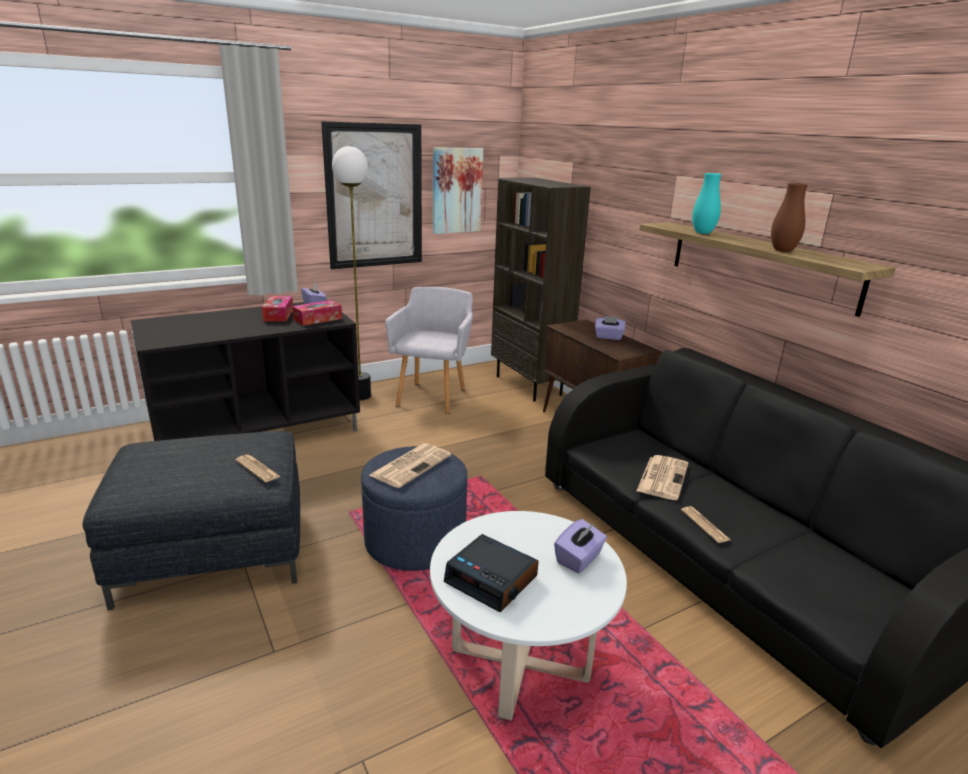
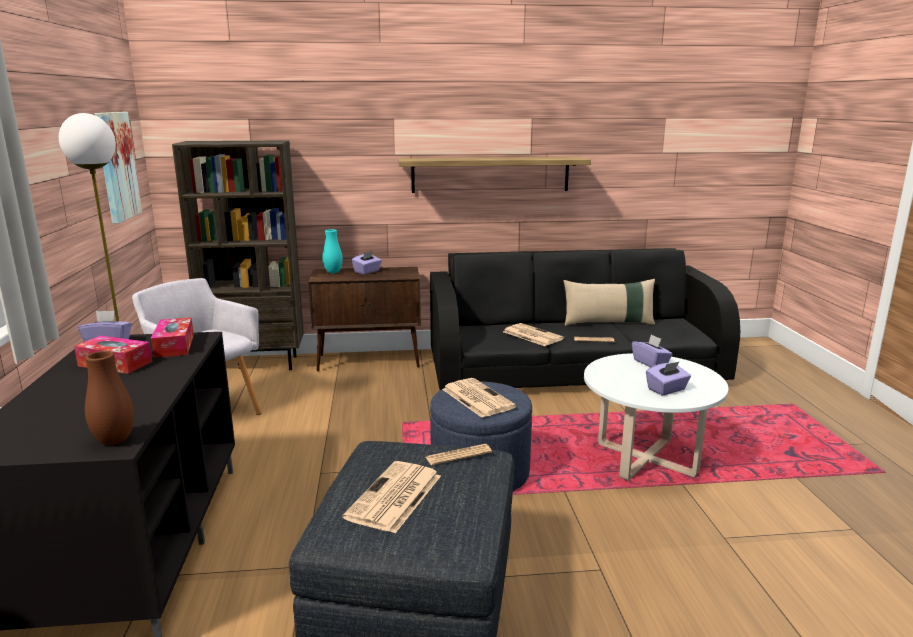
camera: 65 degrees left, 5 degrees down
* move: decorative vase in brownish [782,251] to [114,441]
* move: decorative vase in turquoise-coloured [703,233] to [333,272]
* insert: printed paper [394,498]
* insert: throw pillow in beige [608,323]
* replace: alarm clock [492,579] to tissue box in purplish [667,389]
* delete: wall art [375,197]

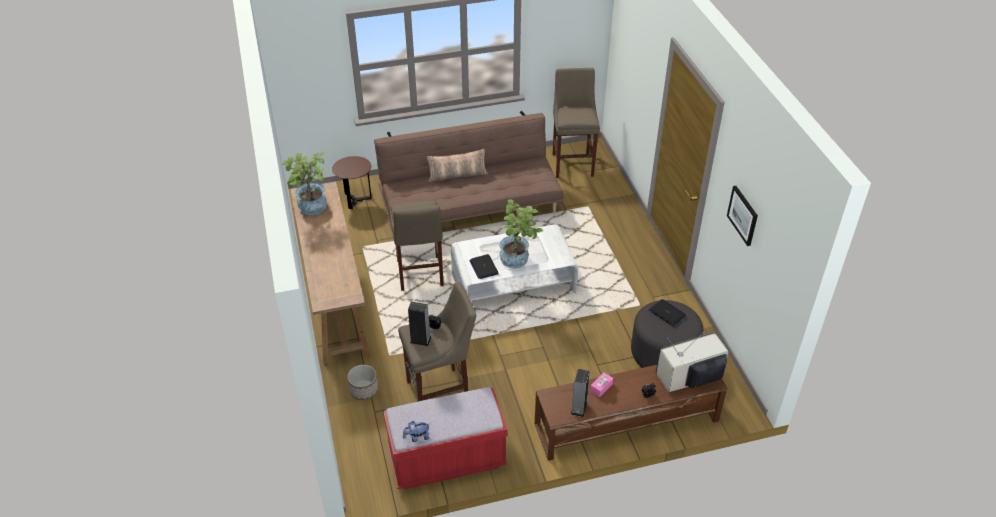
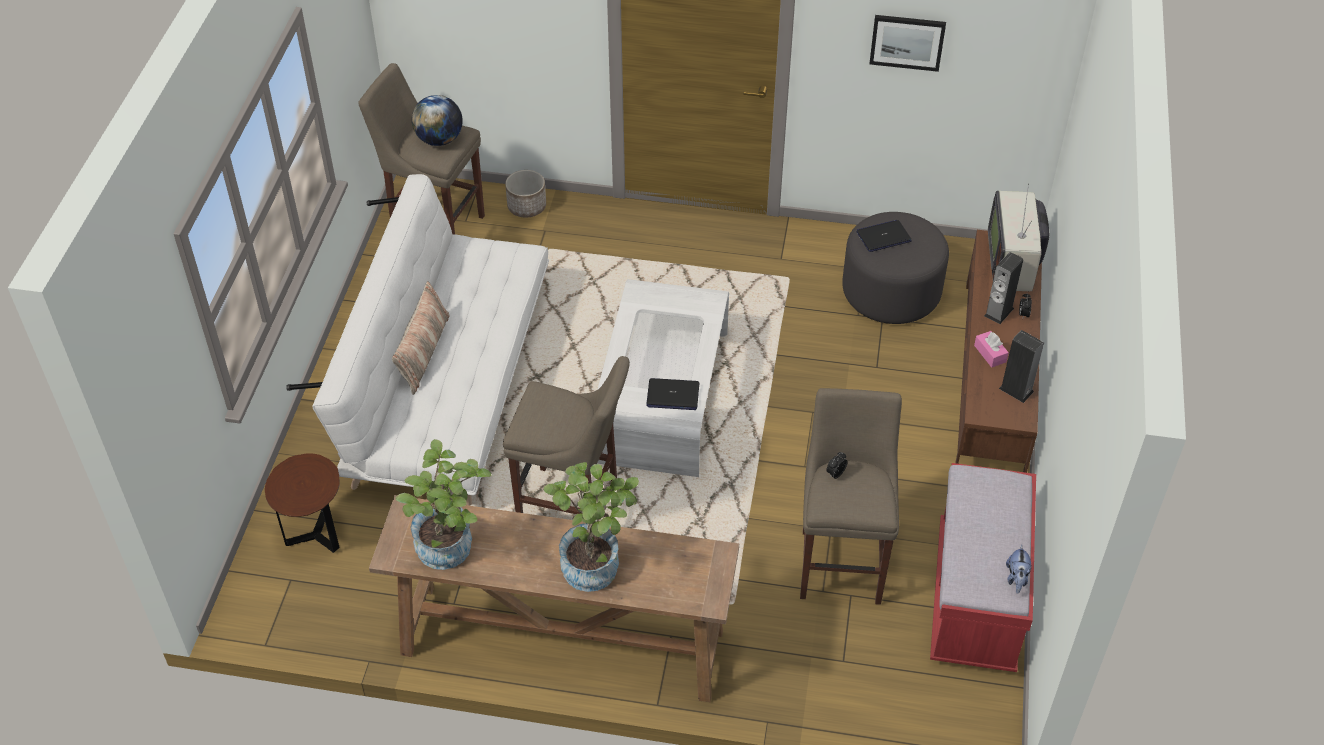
camera: 65 degrees left, 5 degrees up
* recolor: couch in brownish [470,206] to couch in whitish [448,385]
* insert: world globe [439,140]
* move: plant pot [363,390] to [526,207]
* move: houseplant [518,259] to [596,563]
* move: audio speaker [420,340] to [998,312]

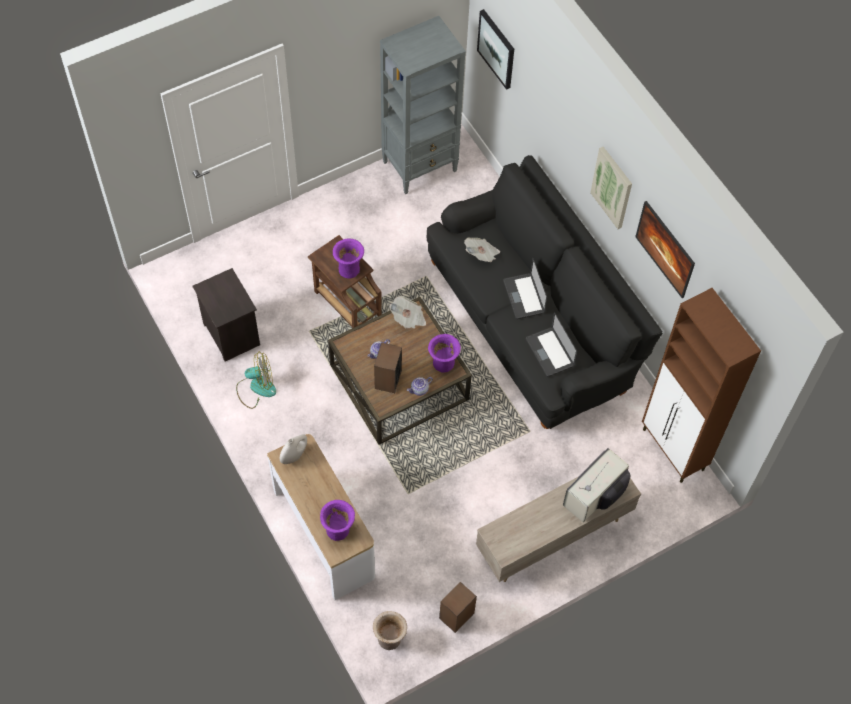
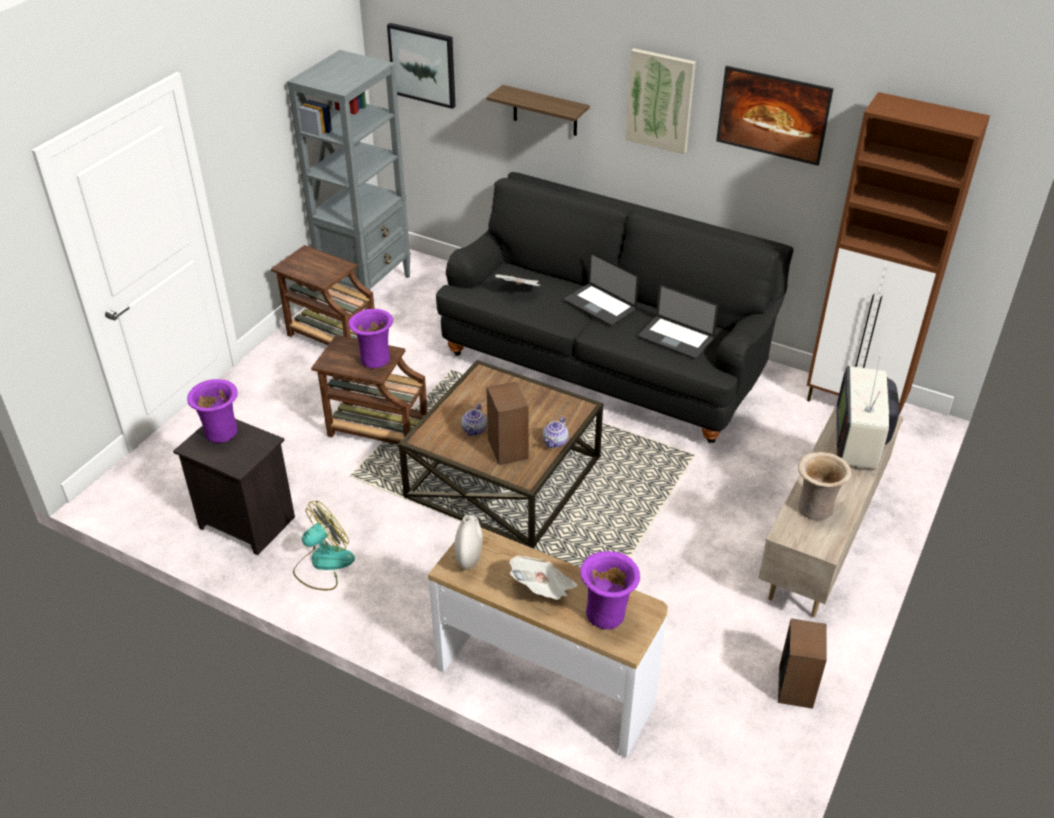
camera: 30 degrees left, 20 degrees down
* move: decorative vase in purplish [443,364] to [222,434]
* insert: accent table in brownish [330,336]
* insert: shelf [545,111]
* move: printed paper [408,318] to [543,589]
* move: decorative vase in beige [390,638] to [814,507]

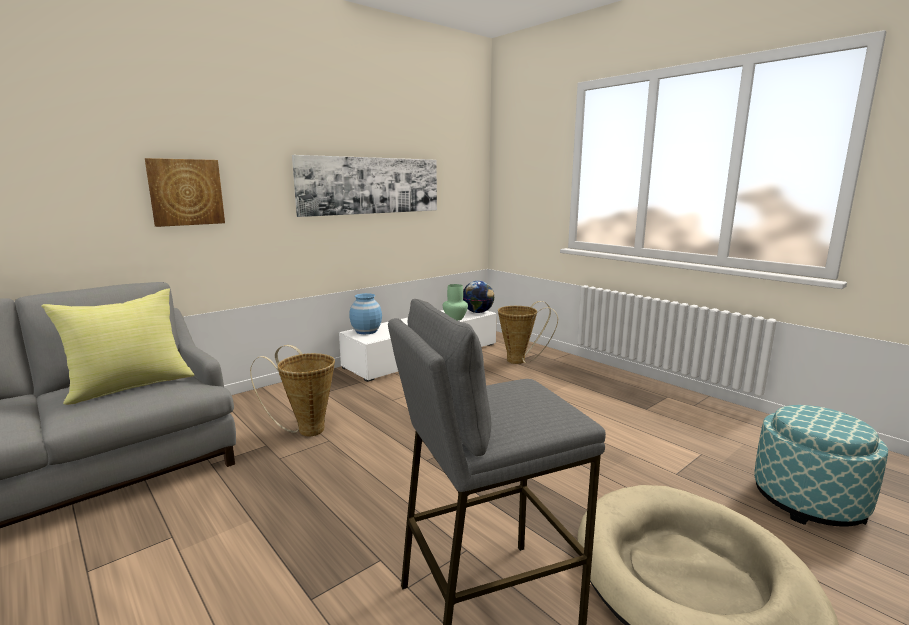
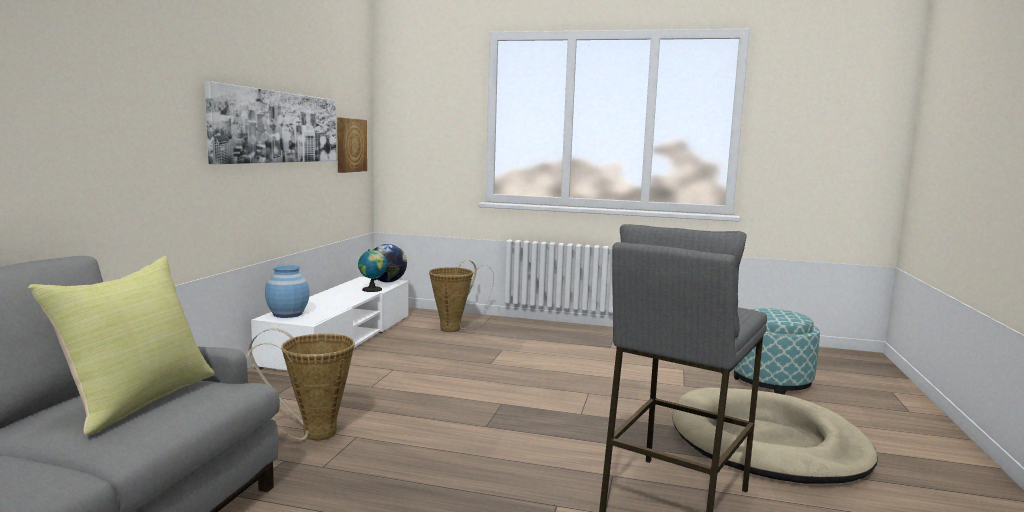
camera: 35 degrees left, 5 degrees down
* move: wall art [186,192] to [350,145]
* replace: decorative vase in greenish [455,318] to world globe [373,290]

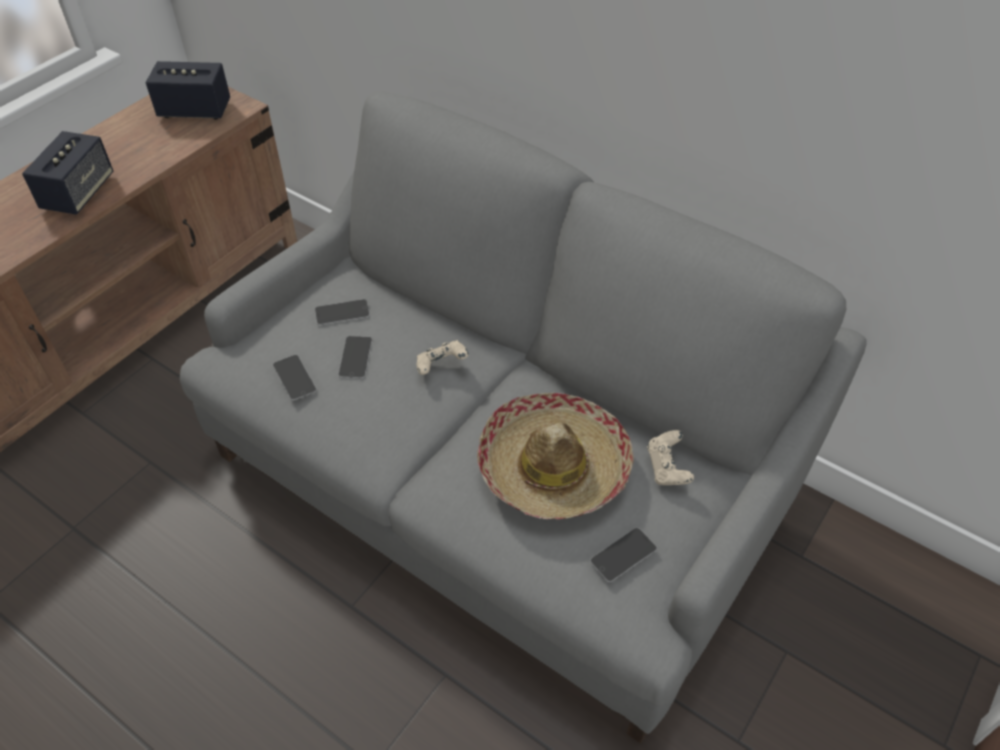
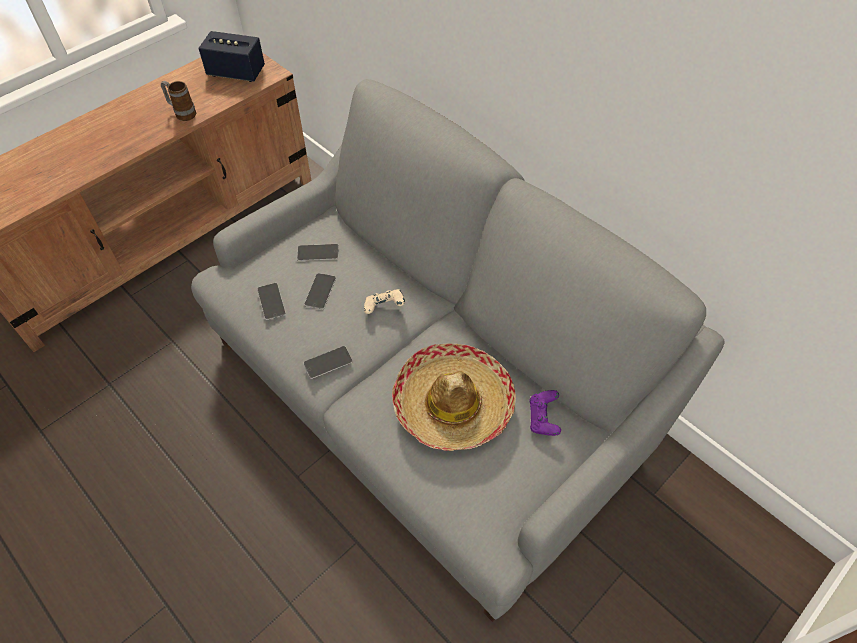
camera: 10 degrees right, 5 degrees up
* insert: tea mug [182,113]
* move: handset [623,555] to [328,362]
* recolor: joypad in beige [667,468] to joypad in purplish [543,419]
* delete: audio speaker [78,193]

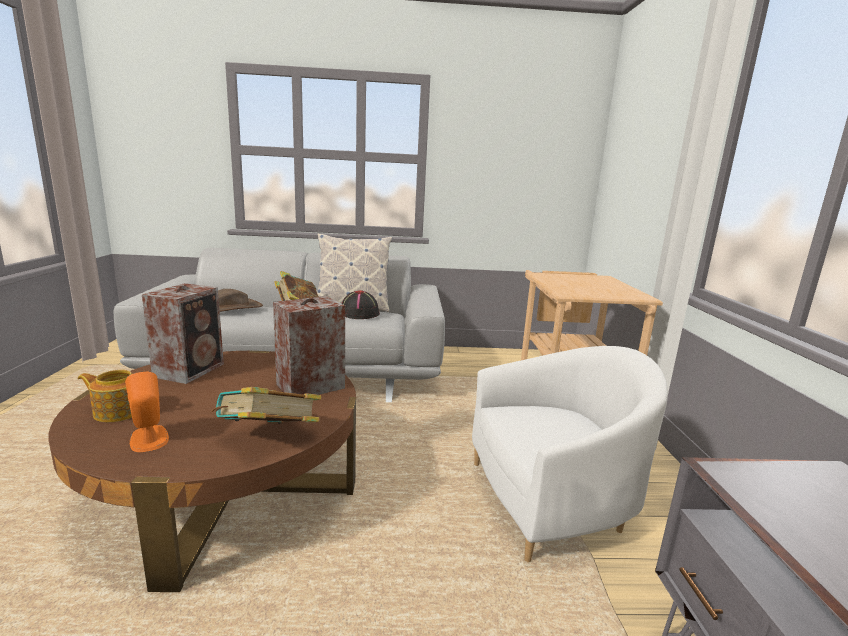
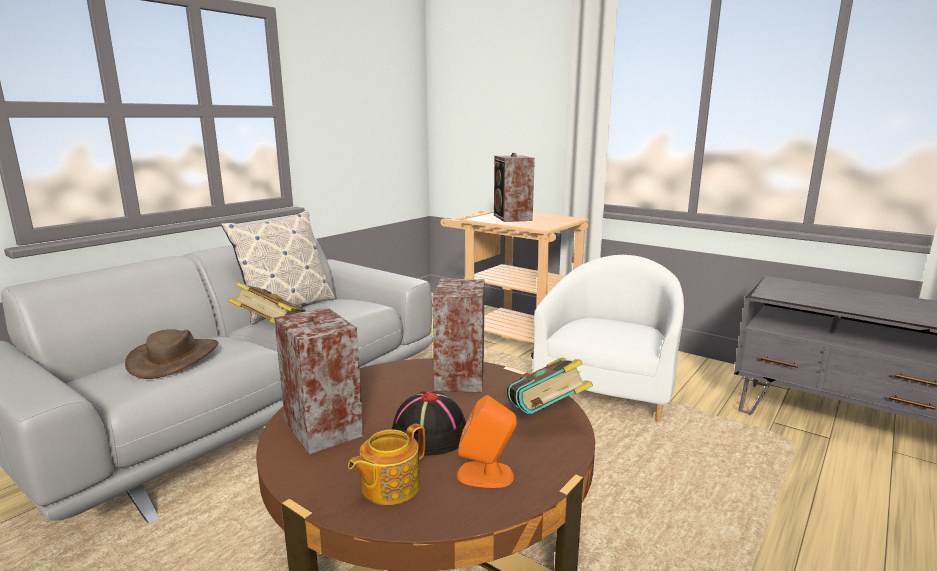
camera: 50 degrees left, 0 degrees up
* move: clothing hat in black [359,313] to [428,434]
* insert: audio speaker [512,218]

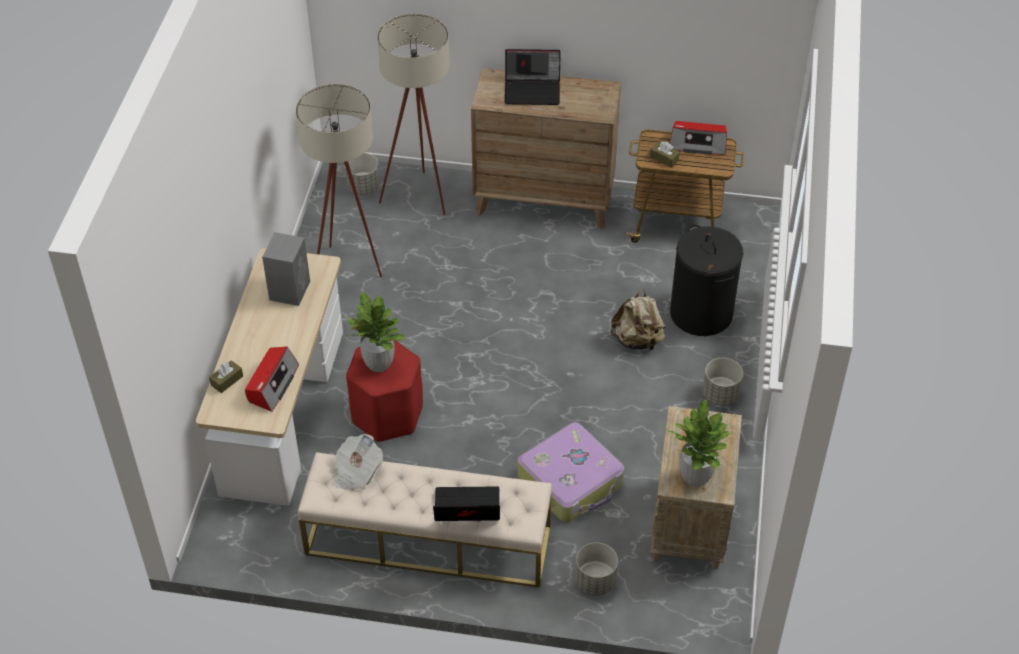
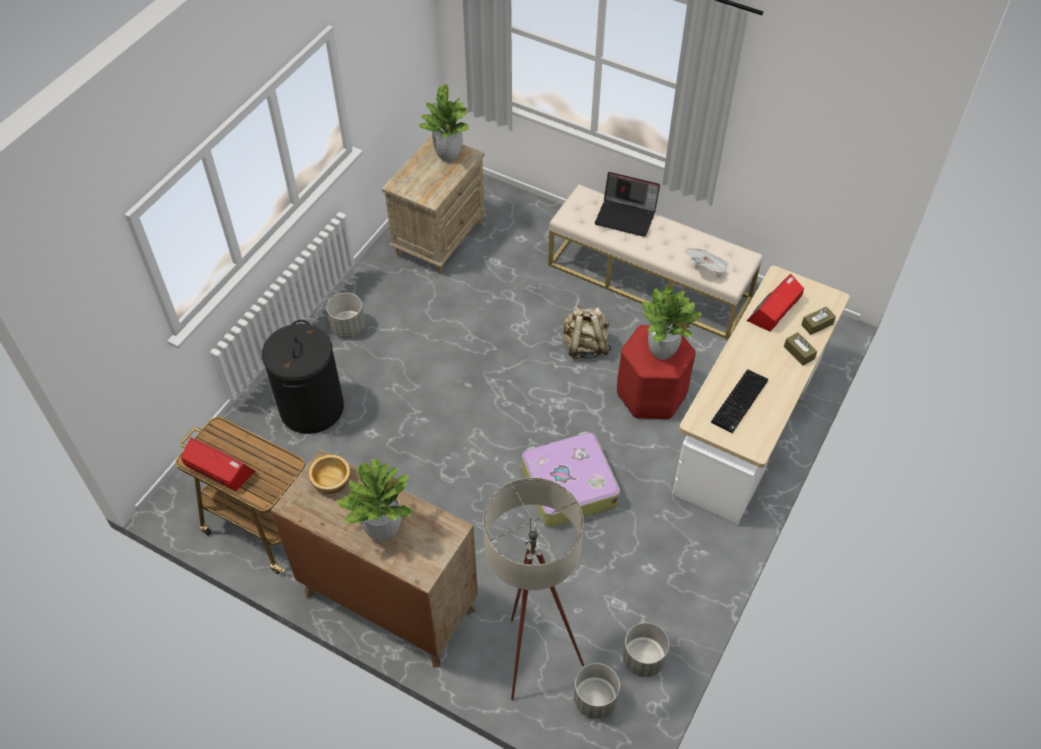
camera: 160 degrees left, 5 degrees up
* insert: bowl [332,481]
* replace: portable computer [533,90] to houseplant [383,530]
* move: suitcase [571,481] to [568,486]
* move: knapsack in beige [638,340] to [585,346]
* move: plant pot in gray [595,581] to [643,659]
* replace: audio speaker in gray [290,290] to keyboard [740,402]
* move: tissue box in brownish [664,159] to [799,352]
* delete: standing lamp in beige [349,273]

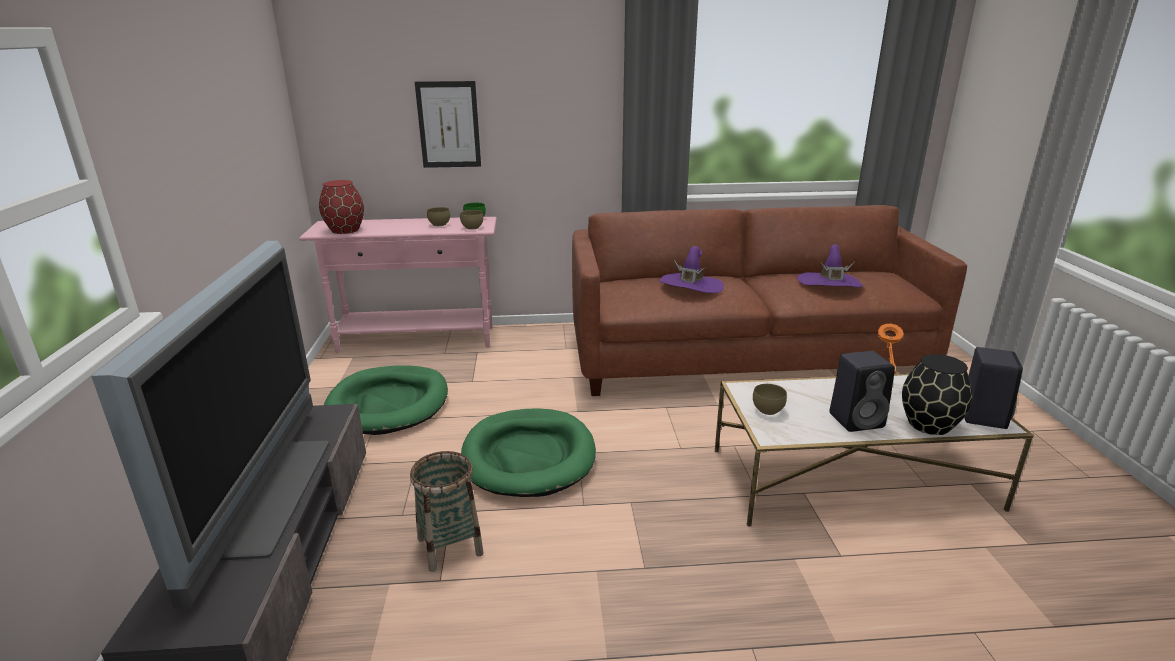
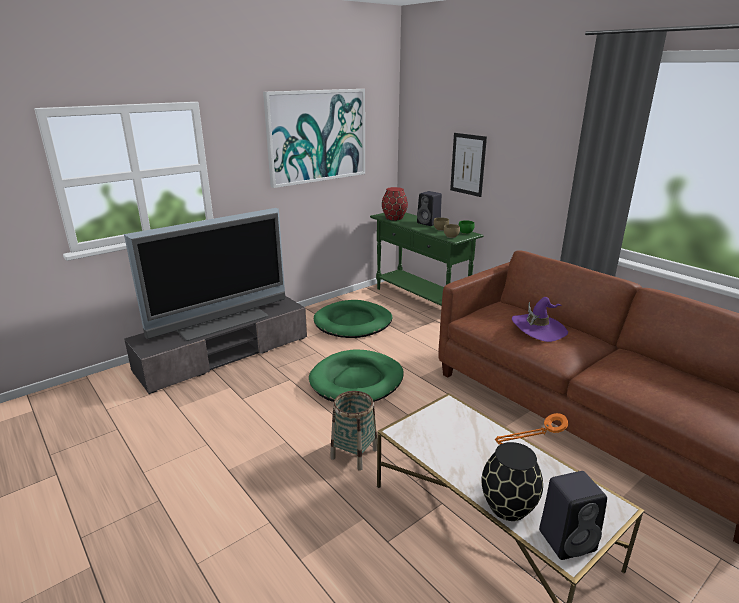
camera: 55 degrees right, 0 degrees up
* insert: wall art [317,136]
* move: storage basket [449,546] to [354,453]
* recolor: narrow table in pink [417,340] to narrow table in greenish [420,300]
* move: audio speaker in black [857,420] to [429,223]
* delete: bowl in brownish [766,410]
* delete: clothing hat in purplish [829,284]

